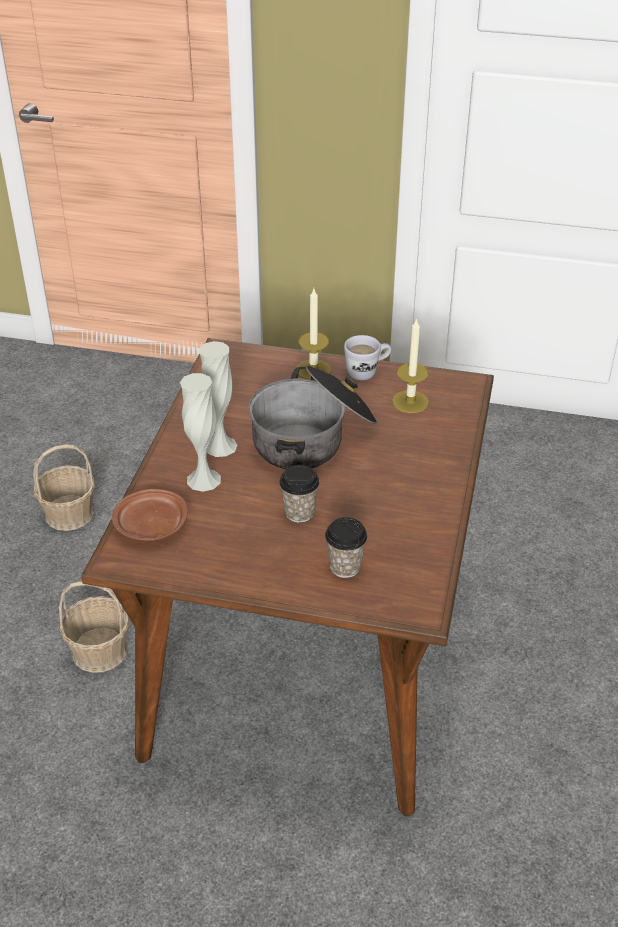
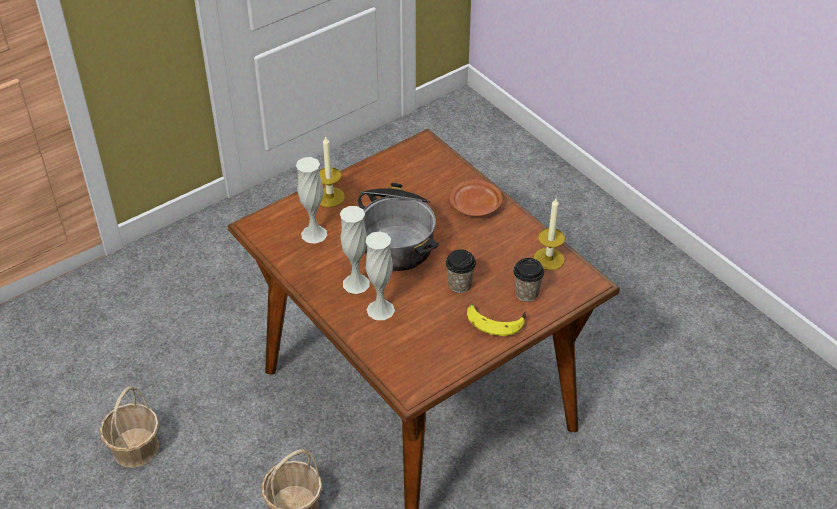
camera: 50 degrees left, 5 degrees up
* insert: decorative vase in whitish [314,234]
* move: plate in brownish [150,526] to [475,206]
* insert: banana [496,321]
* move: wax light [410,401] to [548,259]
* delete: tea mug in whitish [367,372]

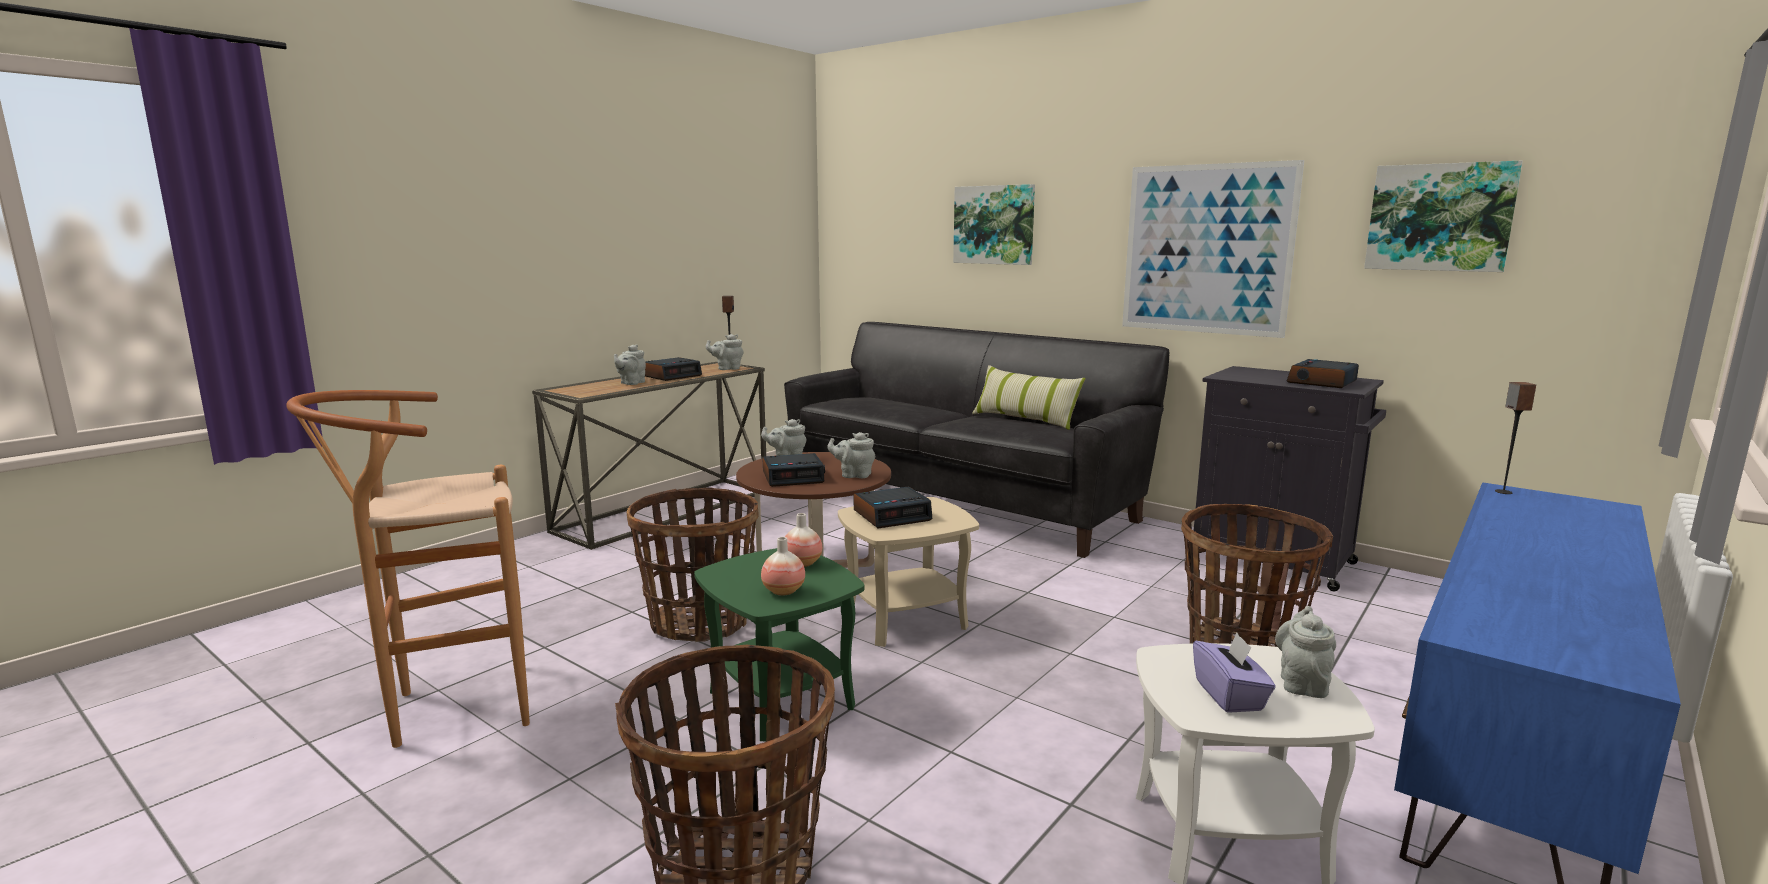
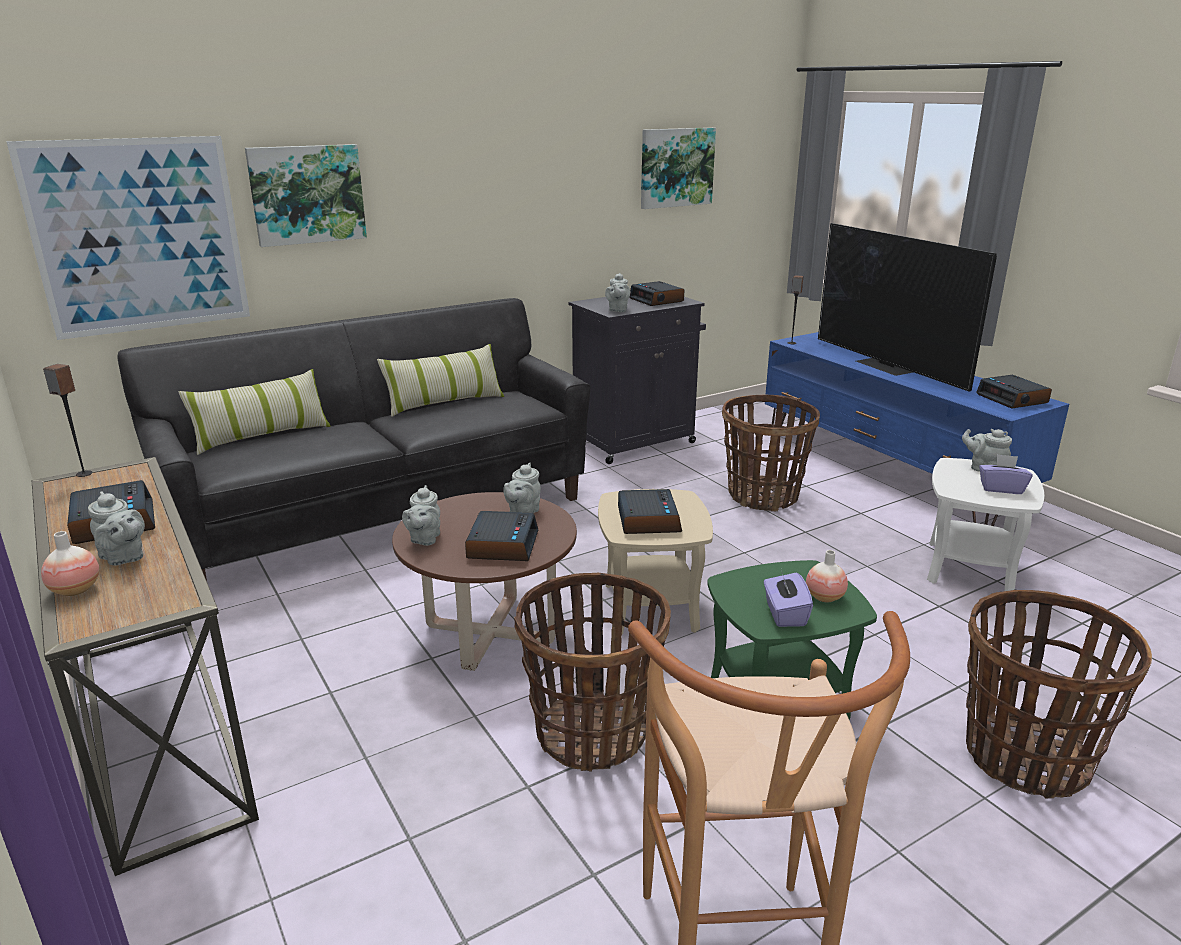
camera: 70 degrees left, 10 degrees up
* move: wall art [1206,249] to [139,236]
* move: decorative vase [802,563] to [75,590]
* insert: throw pillow [262,436]
* move: pot for tea in gray [727,368] to [617,310]
* insert: tissue box in purplish [784,614]
* insert: TV [887,366]
* insert: alarm clock [1013,399]

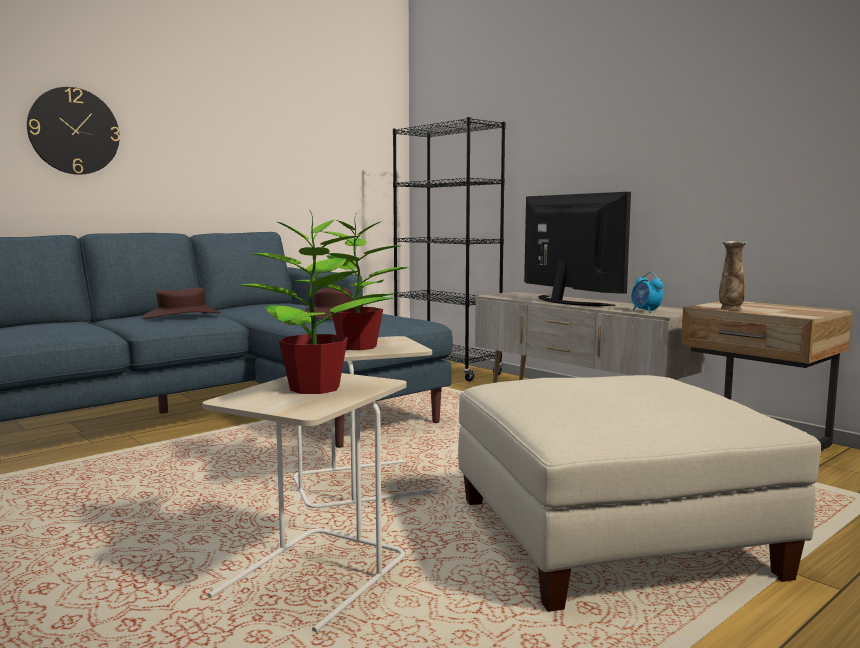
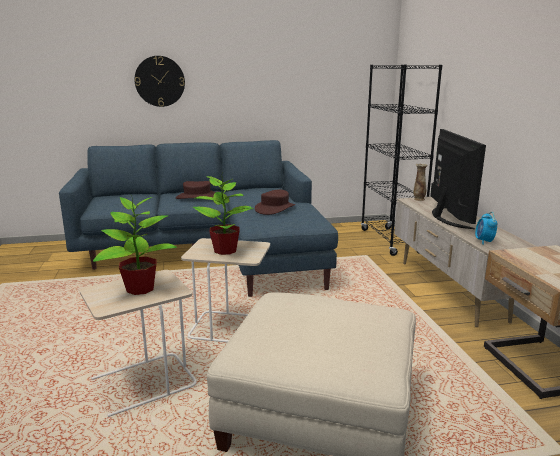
camera: 30 degrees right, 10 degrees up
* move: decorative vase [730,309] to [419,199]

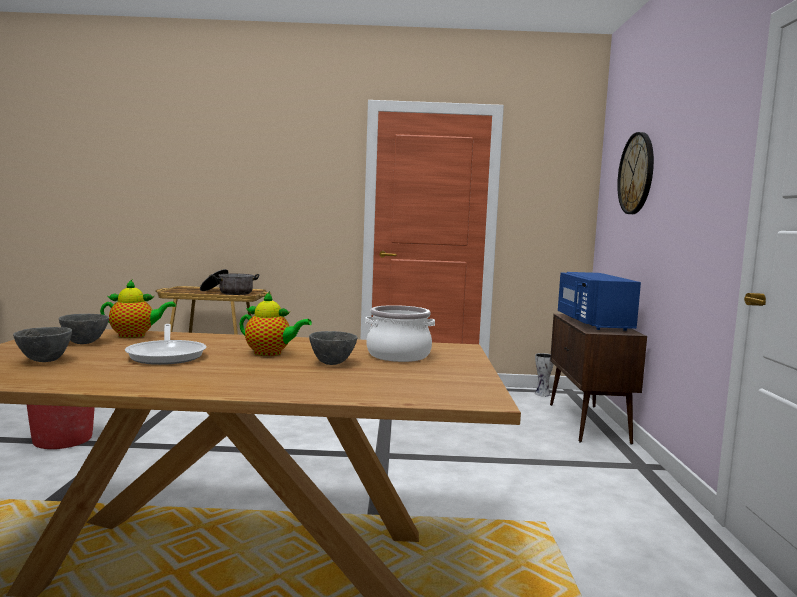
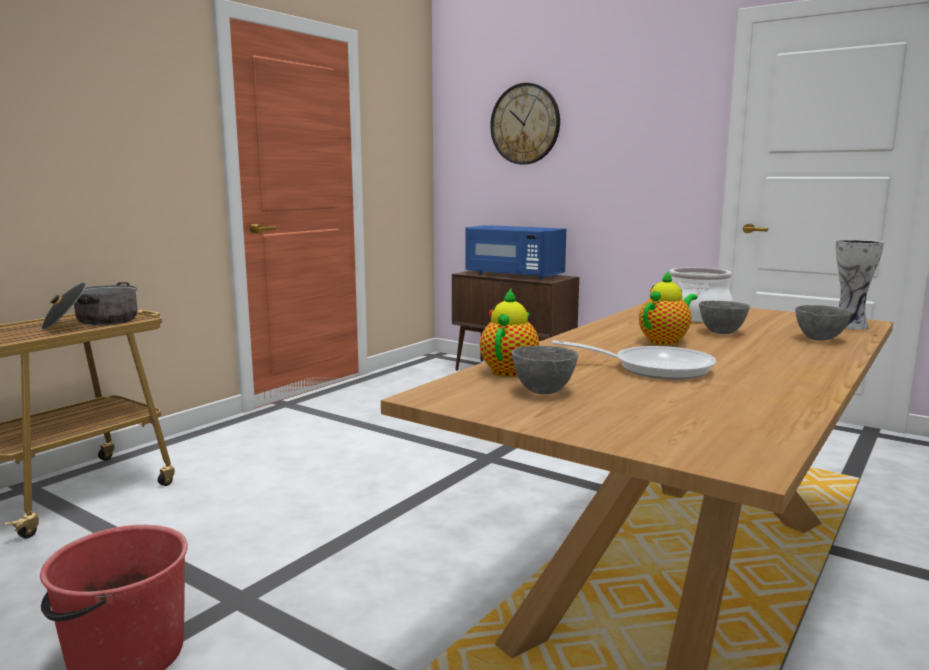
camera: 55 degrees left, 5 degrees up
* move: bowl in gray [45,361] to [820,339]
* move: decorative vase [543,394] to [851,326]

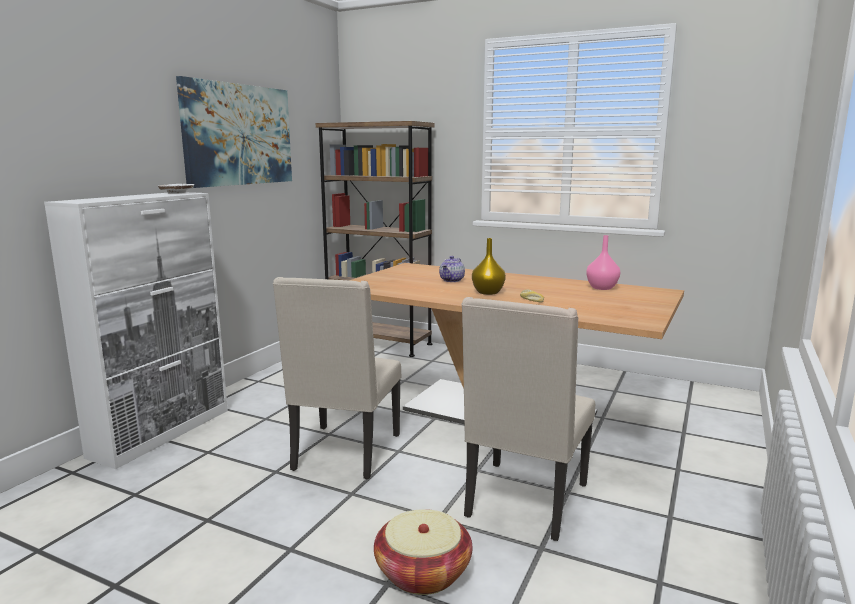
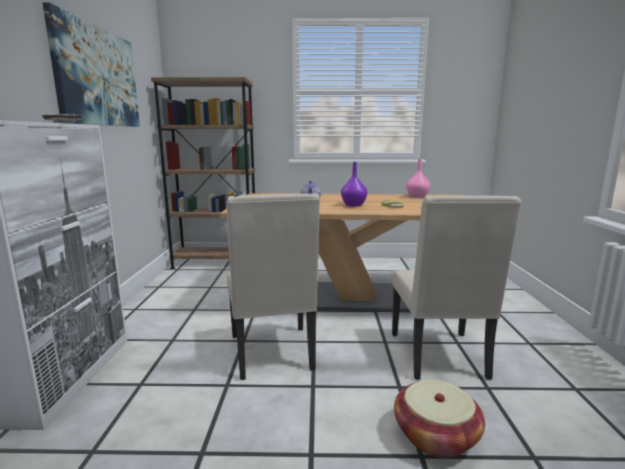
camera: 25 degrees left, 0 degrees up
* recolor: decorative vase in yellowish [488,292] to decorative vase in purplish [354,205]

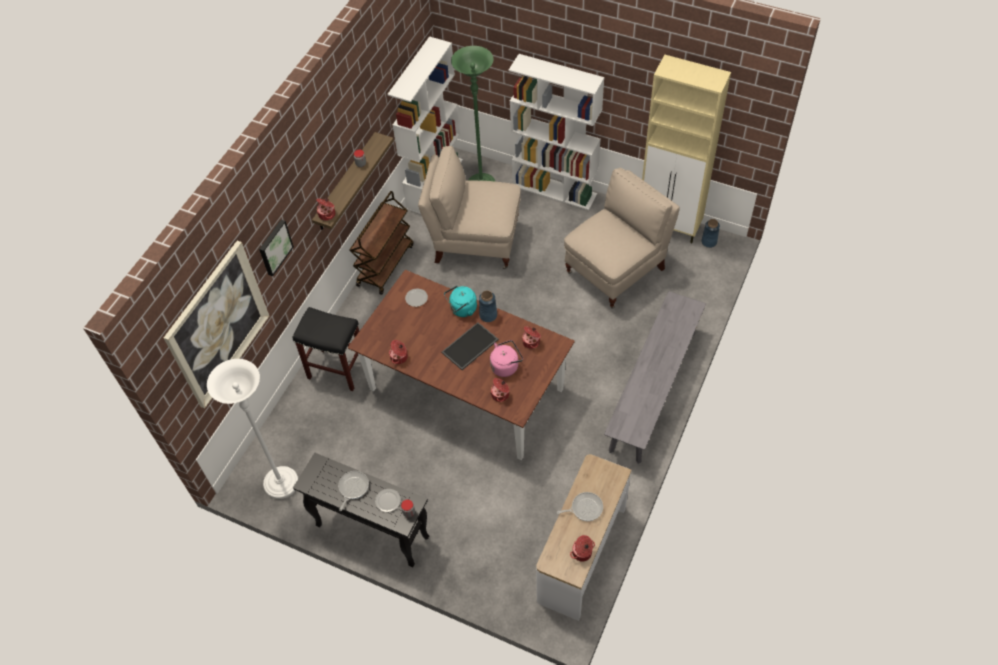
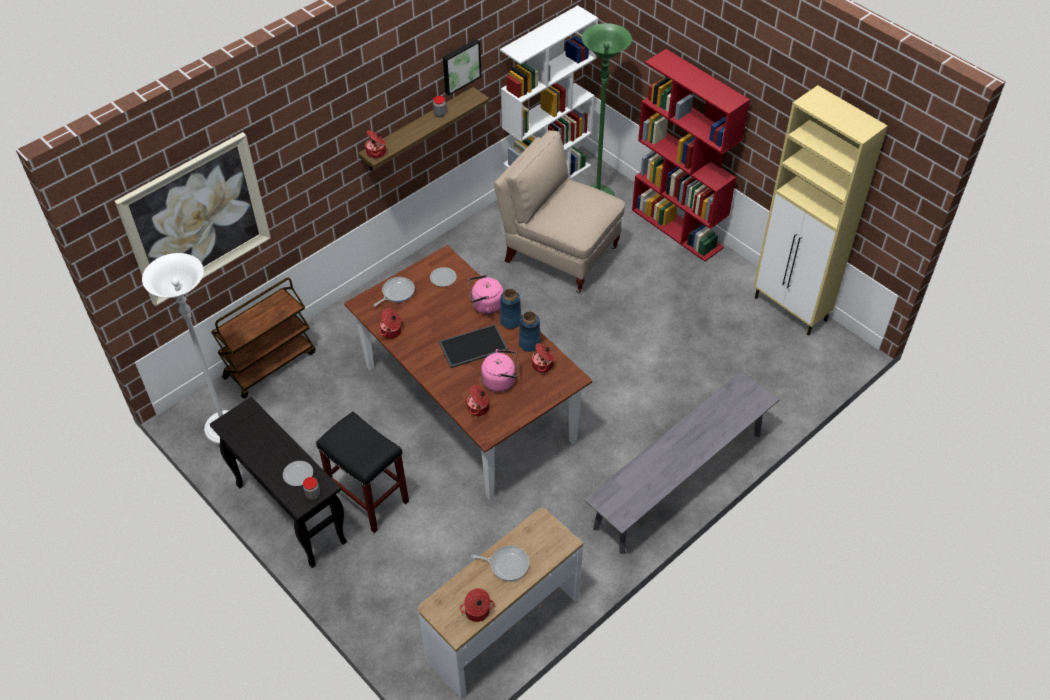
camera: 20 degrees right, 5 degrees down
* move: trolley in brownish [385,265] to [270,364]
* move: stool in black [338,369] to [370,499]
* move: skillet [353,488] to [396,292]
* move: wall art [274,247] to [460,66]
* recolor: tea kettle in turquoise-coloured [462,309] to tea kettle in pink [485,306]
* move: decorative vase in bluish [709,242] to [530,344]
* recolor: bookcase in whitish [555,190] to bookcase in red [678,228]
* delete: plain chair in beige [616,270]

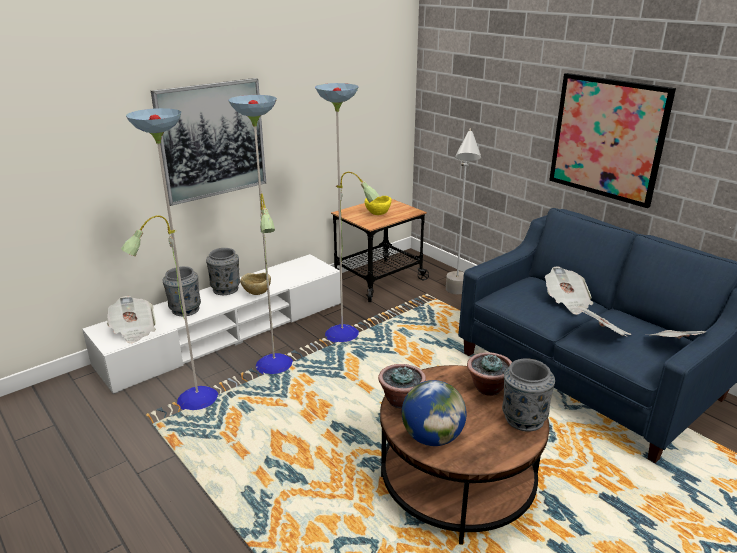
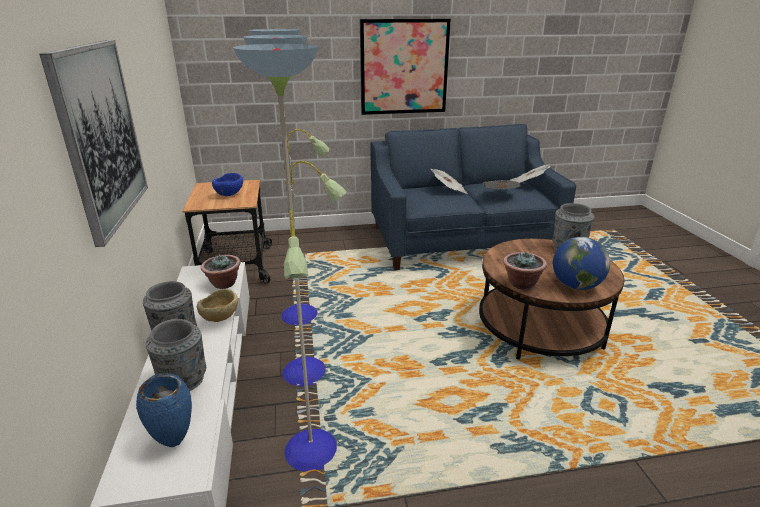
camera: 60 degrees left, 0 degrees up
* replace: printed paper [134,330] to decorative vase in bluish [175,442]
* move: houseplant [487,388] to [223,284]
* recolor: bowl in yellowish [378,215] to bowl in bluish [229,195]
* delete: standing lamp in gray [456,298]

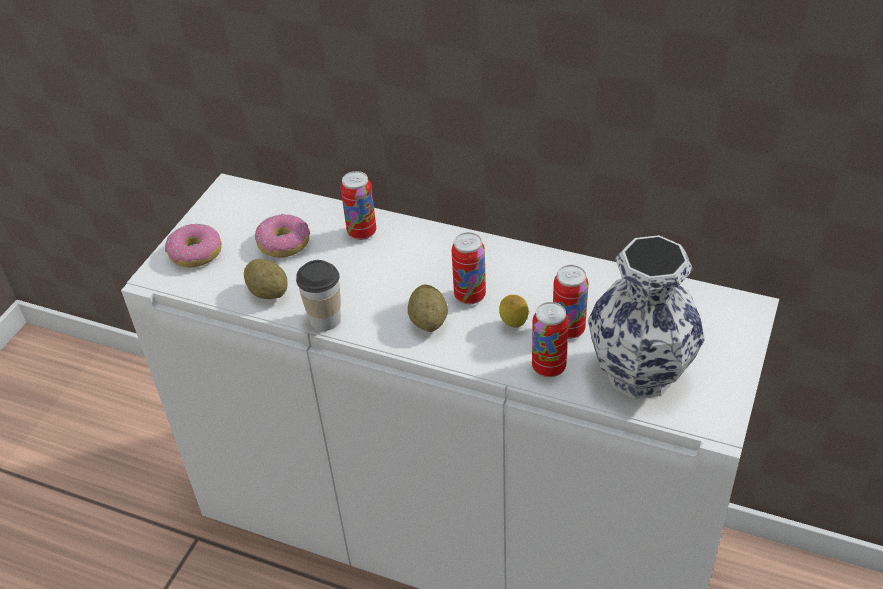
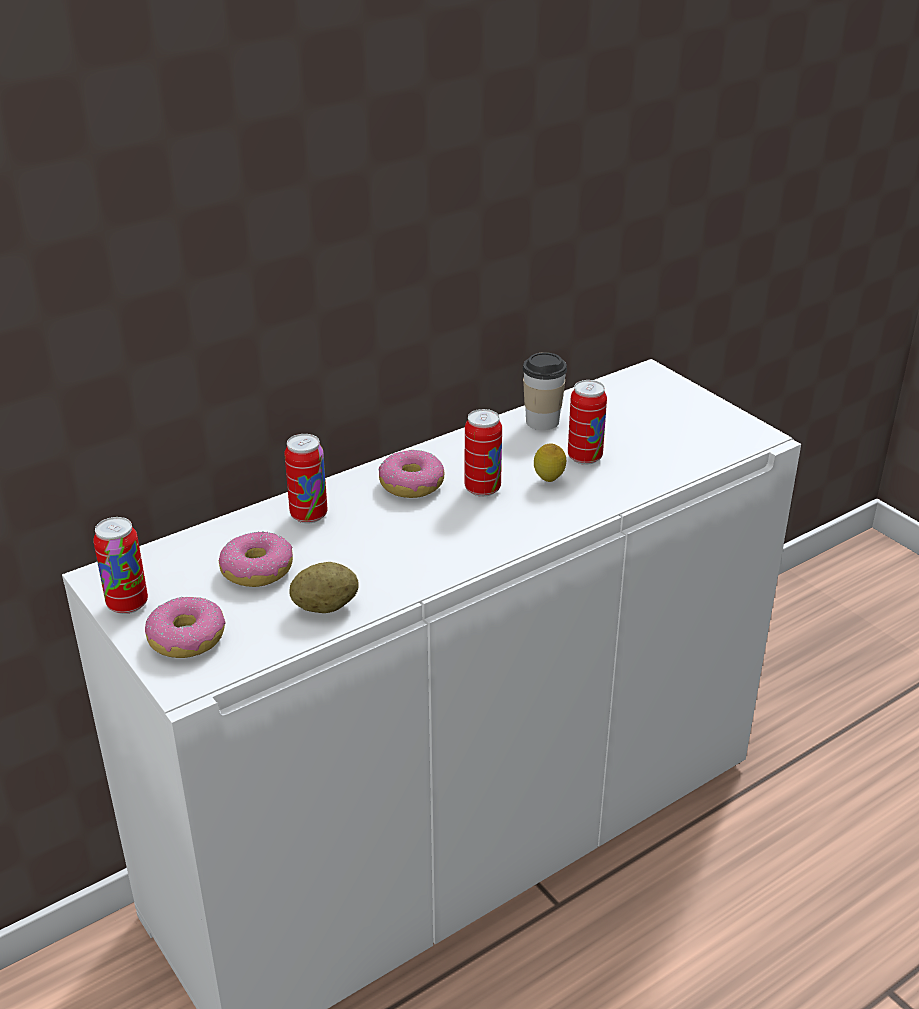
camera: 60 degrees left, 10 degrees down
* move: sealed can [548,367] to [127,604]
* insert: donut [412,484]
* move: drinking cup [325,319] to [542,421]
* delete: whole potato [428,321]
* delete: decorative vase [640,374]

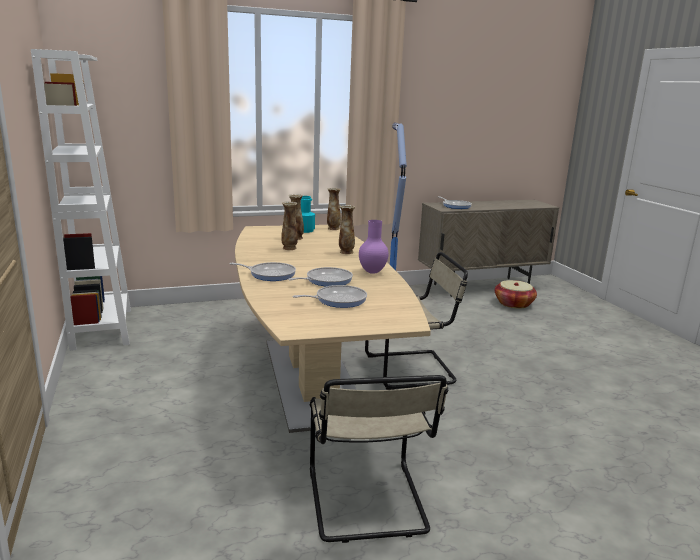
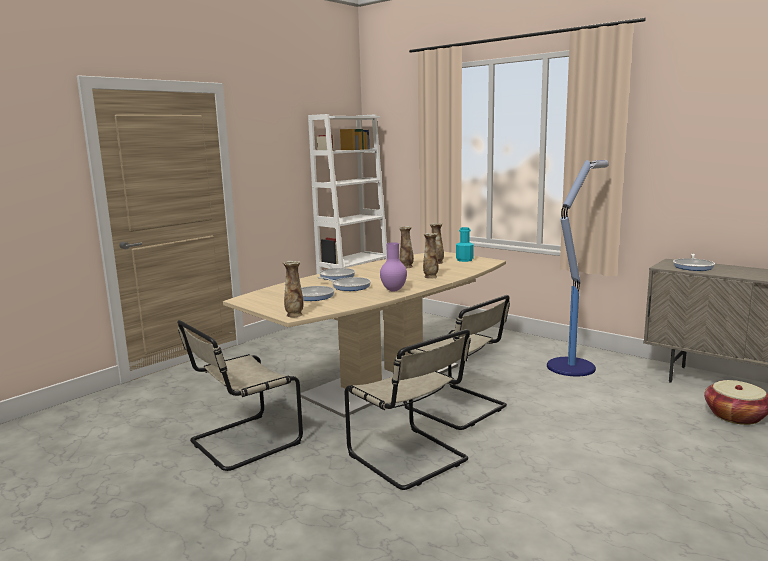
camera: 60 degrees right, 5 degrees down
* move: decorative vase [333,228] to [294,315]
* insert: plain chair in beige [411,459]

